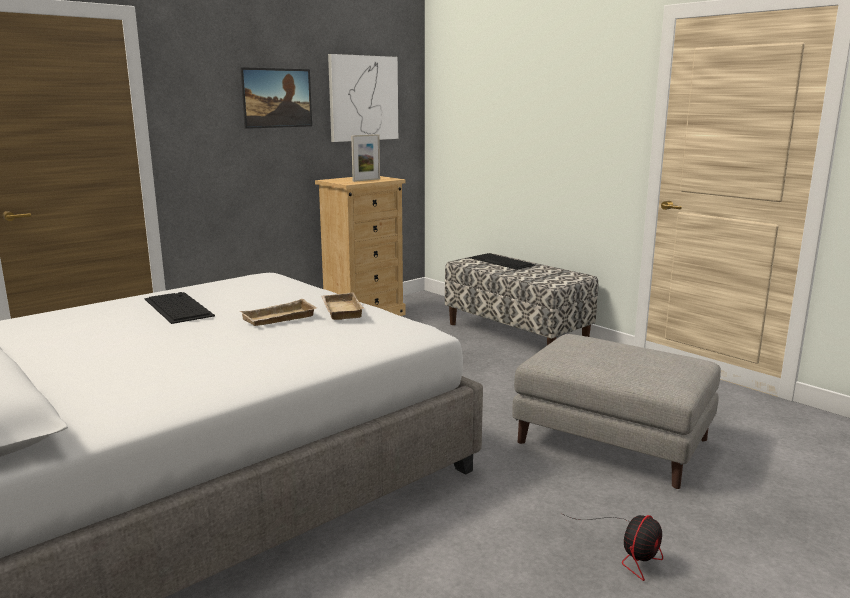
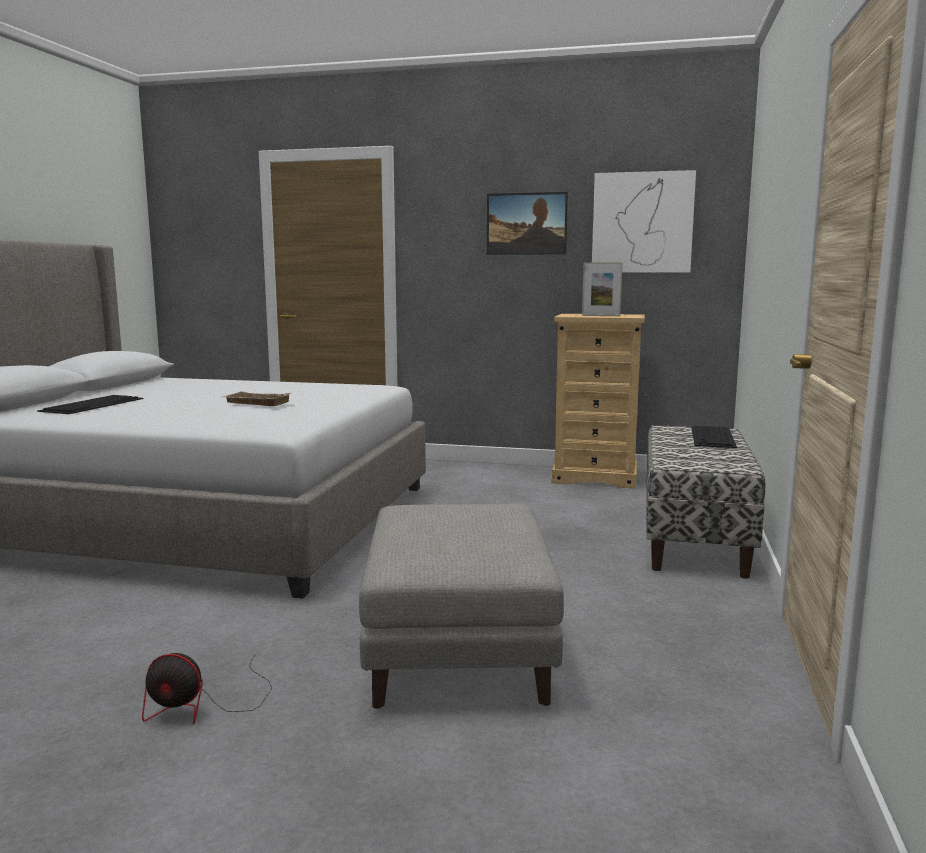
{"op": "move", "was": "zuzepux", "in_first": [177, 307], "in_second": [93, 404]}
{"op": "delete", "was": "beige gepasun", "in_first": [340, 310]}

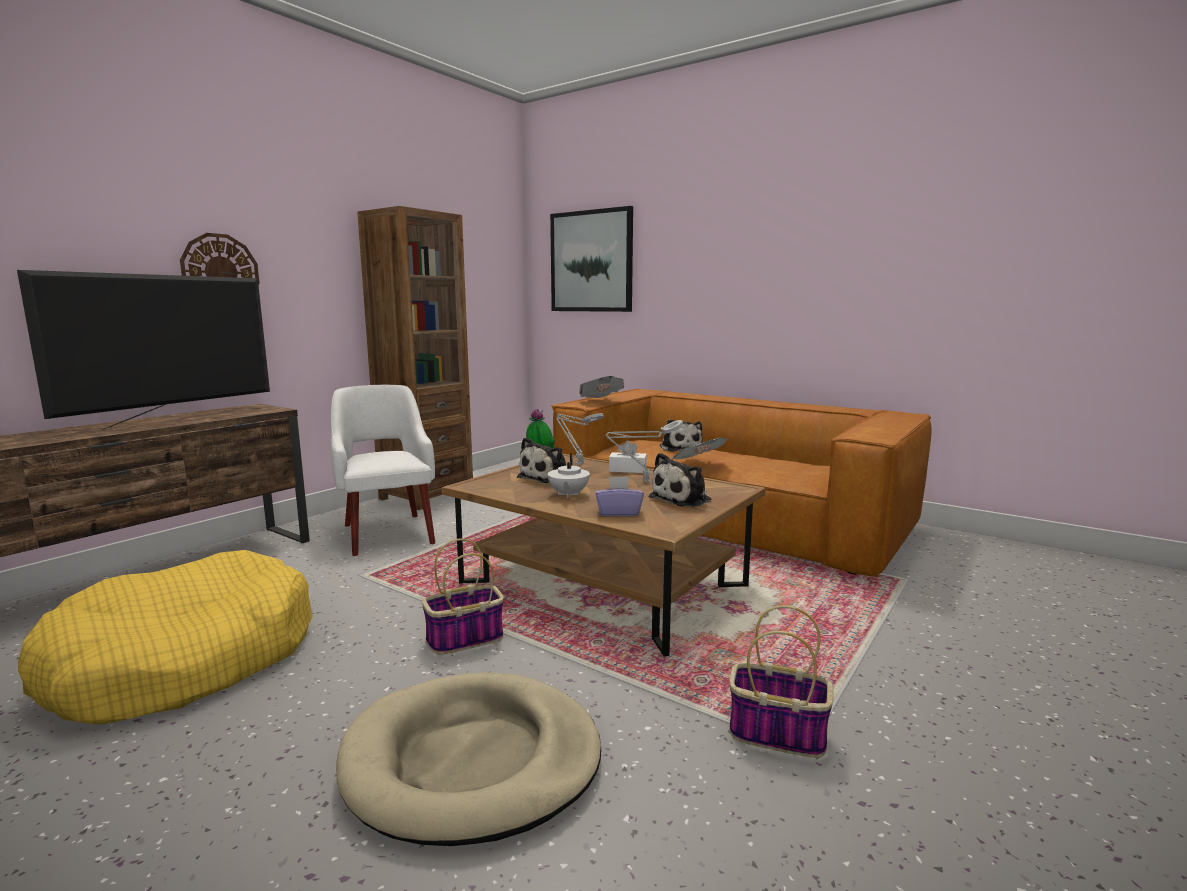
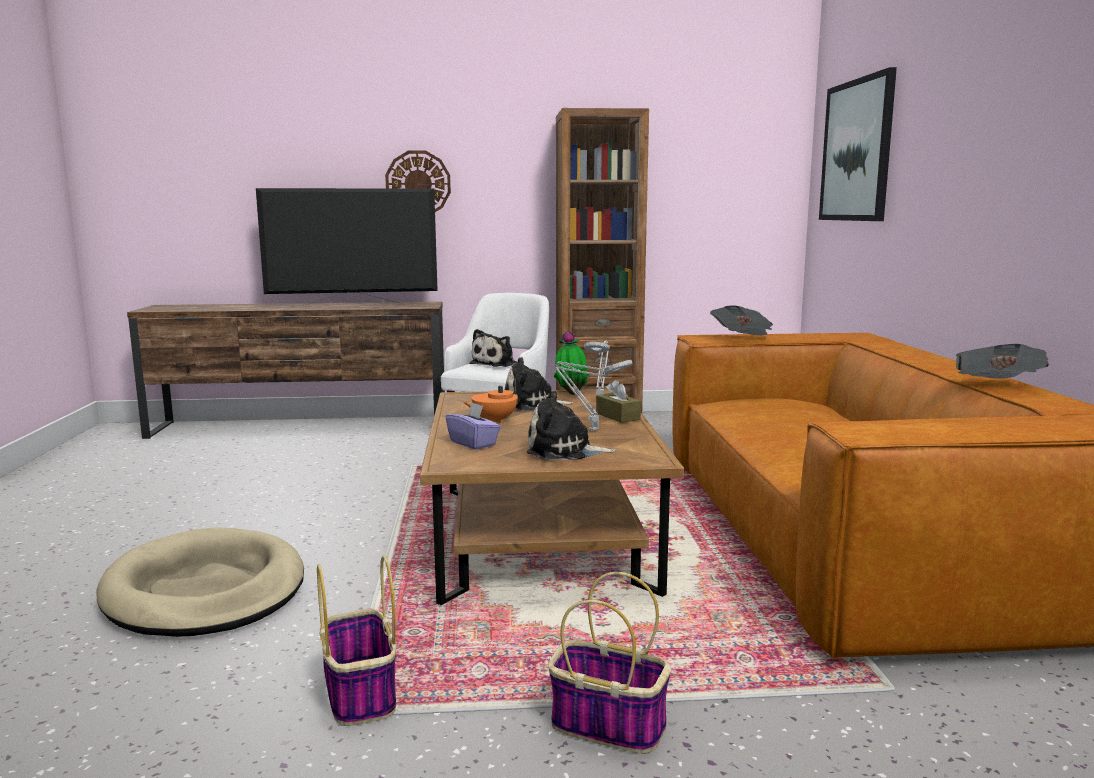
{"op": "move", "was": "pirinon", "in_first": [680, 448], "in_second": [496, 364]}
{"op": "move", "was": "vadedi", "in_first": [698, 464], "in_second": [997, 386]}
{"op": "recolor", "was": "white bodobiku", "now": "brown bodobiku", "in_first": [627, 470], "in_second": [617, 416]}
{"op": "recolor", "was": "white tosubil", "now": "orange tosubil", "in_first": [568, 495], "in_second": [494, 421]}
{"op": "move", "was": "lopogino", "in_first": [464, 639], "in_second": [605, 725]}
{"op": "delete", "was": "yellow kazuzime", "in_first": [184, 660]}

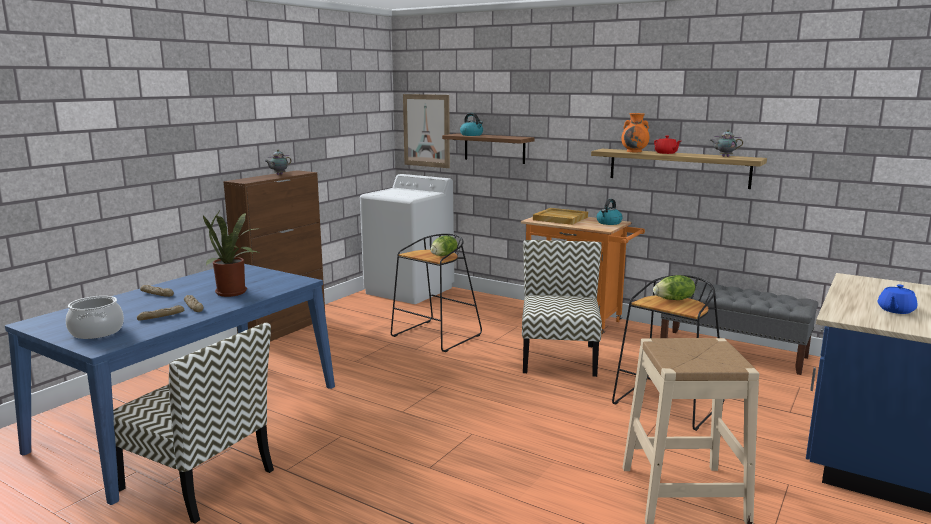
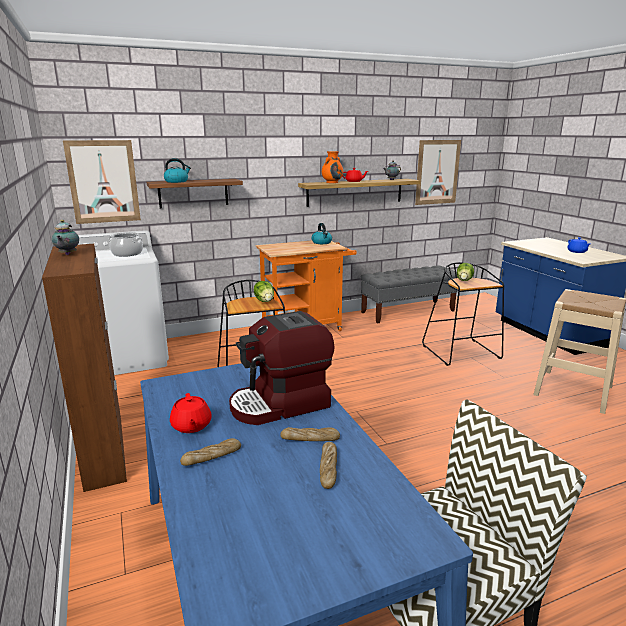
{"op": "delete", "was": "beige gepasun", "in_first": [560, 218]}
{"op": "replace", "was": "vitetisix", "now": "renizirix", "in_first": [234, 293], "in_second": [281, 404]}
{"op": "delete", "was": "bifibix", "in_first": [558, 358]}
{"op": "move", "was": "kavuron", "in_first": [97, 332], "in_second": [127, 253]}
{"op": "insert", "now": "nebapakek", "in_second": [437, 172]}
{"op": "insert", "now": "red tosubil", "in_second": [191, 426]}

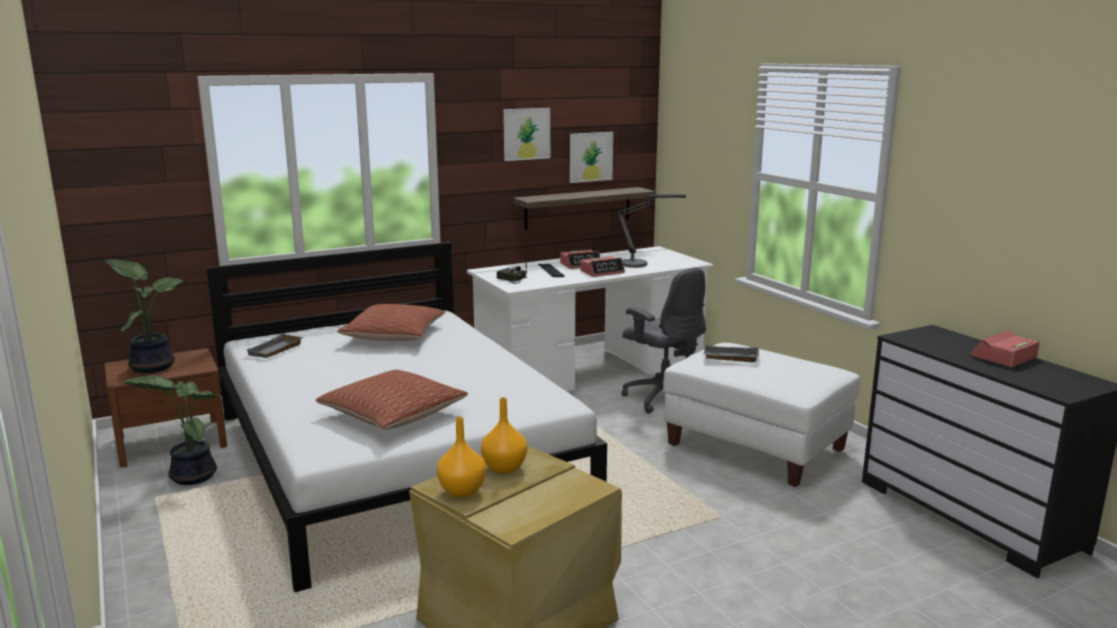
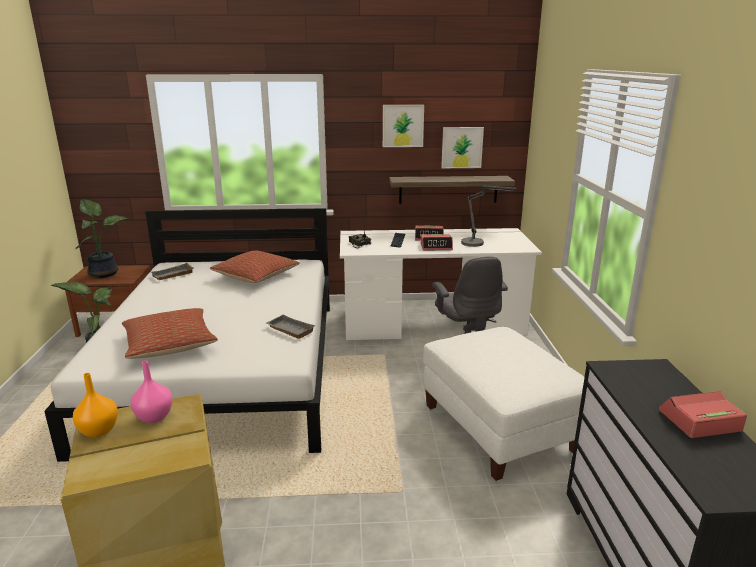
{"op": "move", "was": "grey gepasun", "in_first": [730, 358], "in_second": [289, 330]}
{"op": "recolor", "was": "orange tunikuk", "now": "pink tunikuk", "in_first": [505, 468], "in_second": [154, 417]}

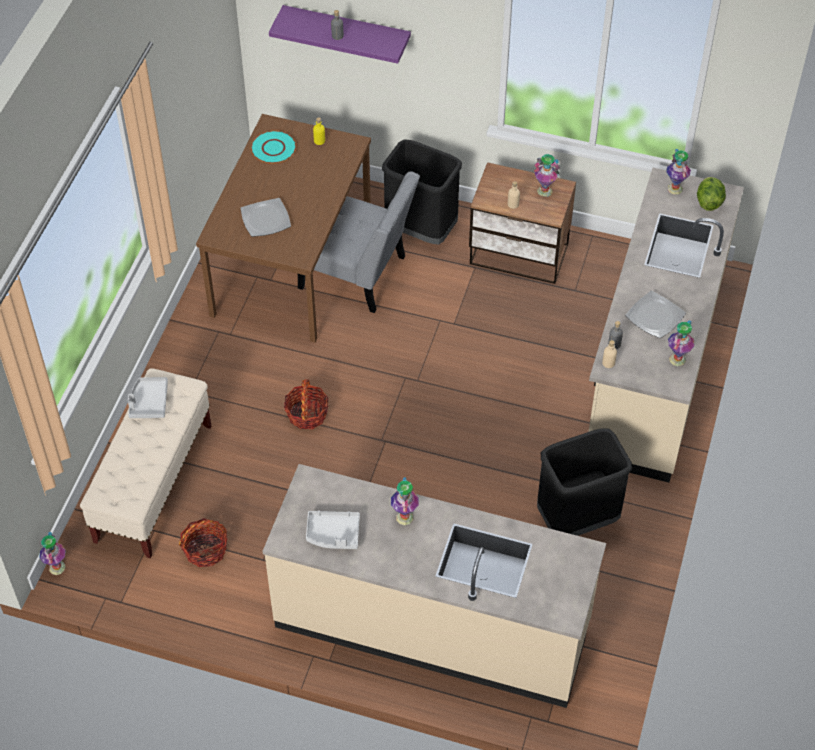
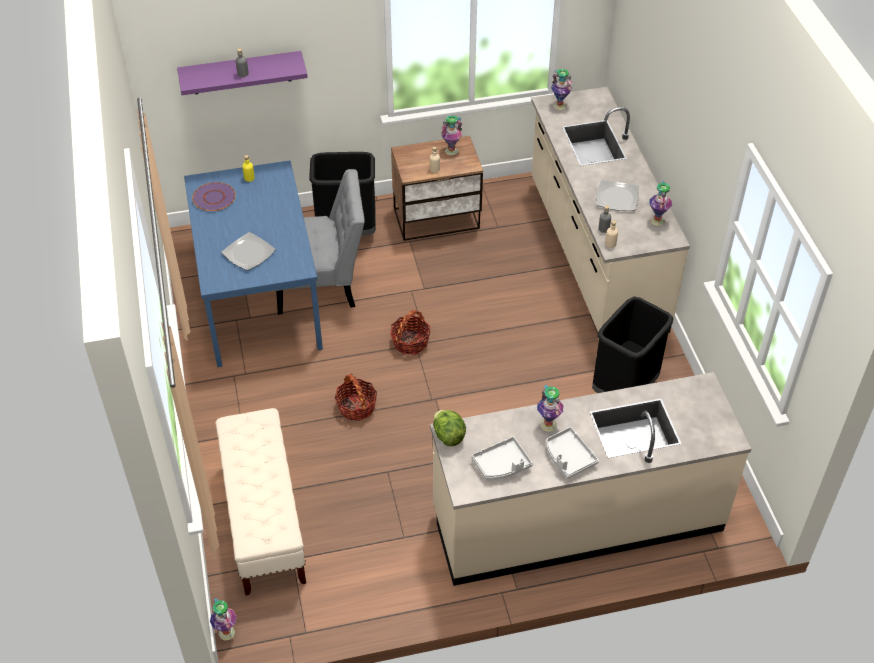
{"op": "recolor", "was": "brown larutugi", "now": "blue larutugi", "in_first": [292, 265], "in_second": [260, 299]}
{"op": "recolor", "was": "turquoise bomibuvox", "now": "purple bomibuvox", "in_first": [273, 148], "in_second": [214, 197]}
{"op": "move", "was": "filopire", "in_first": [708, 202], "in_second": [448, 435]}
{"op": "move", "was": "grey gepasun", "in_first": [149, 402], "in_second": [568, 457]}
{"op": "move", "was": "lopogino", "in_first": [205, 550], "in_second": [410, 342]}

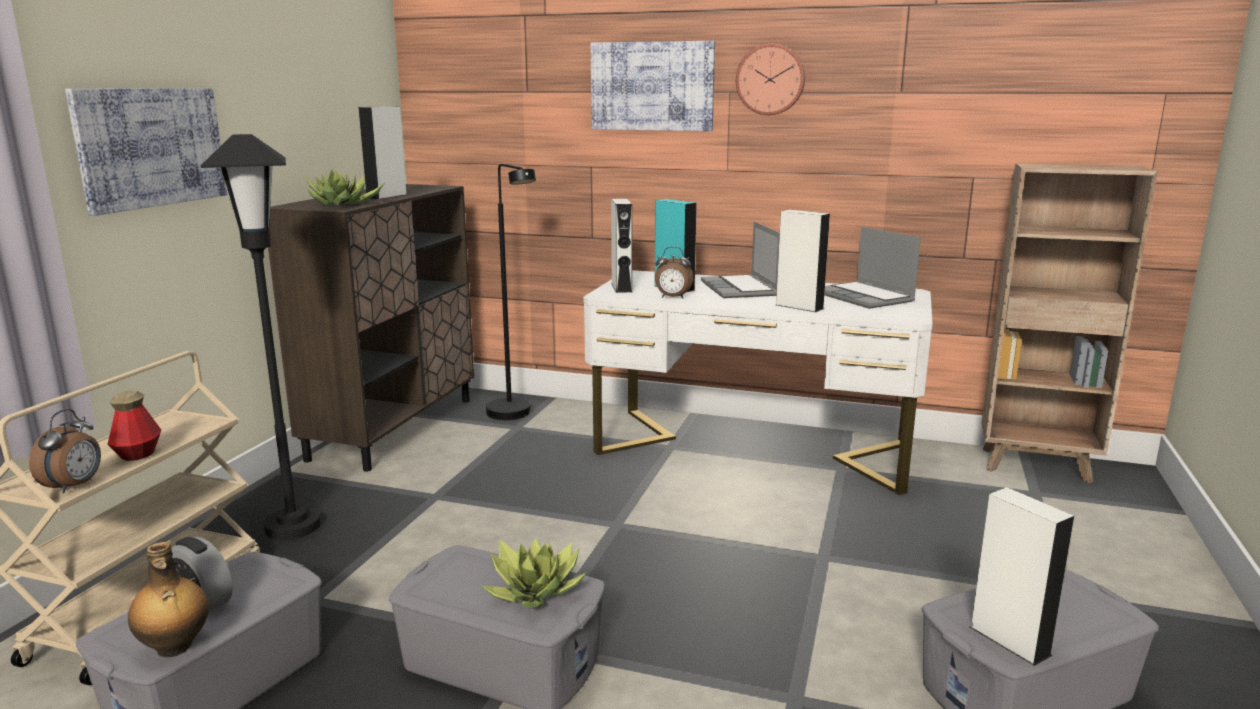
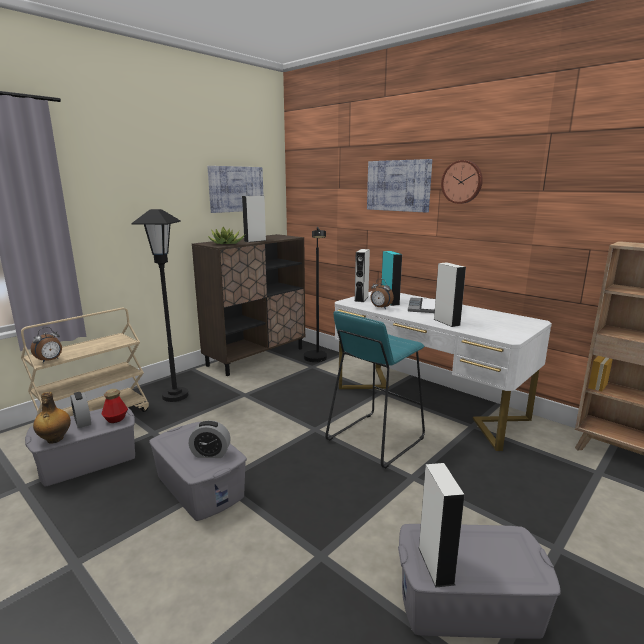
{"op": "move", "was": "nebapakek", "in_first": [151, 147], "in_second": [236, 189]}
{"op": "delete", "was": "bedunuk", "in_first": [865, 297]}
{"op": "move", "was": "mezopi", "in_first": [138, 454], "in_second": [116, 419]}
{"op": "replace", "was": "vitetisix", "now": "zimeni", "in_first": [535, 590], "in_second": [210, 454]}
{"op": "insert", "now": "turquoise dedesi", "in_second": [374, 439]}

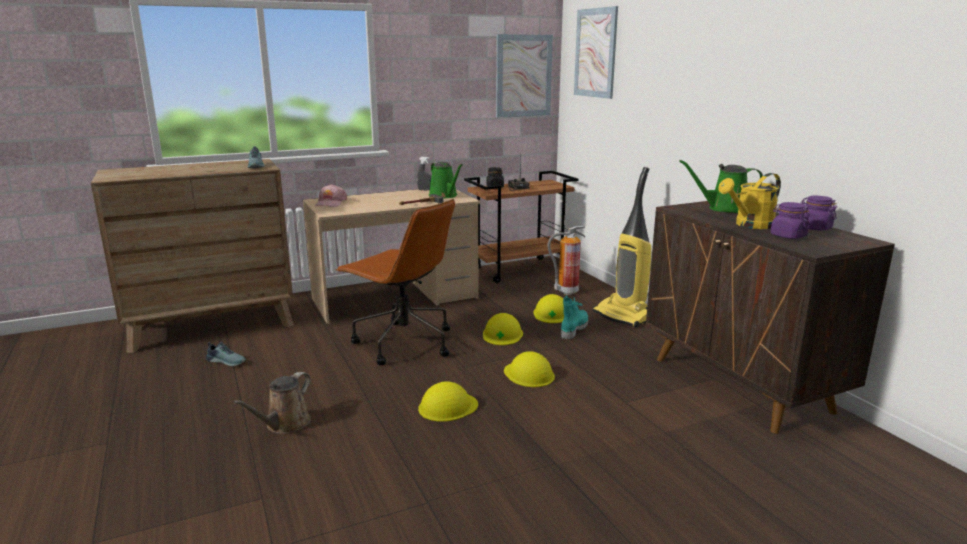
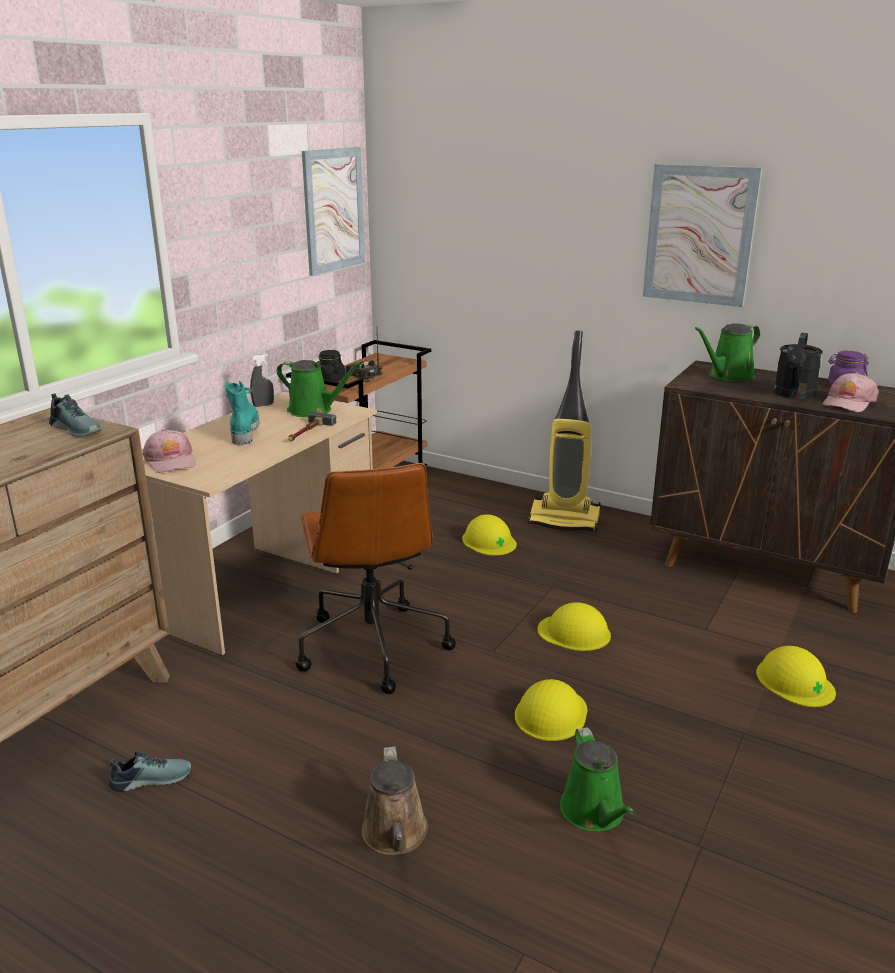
{"op": "move", "was": "nebapakek", "in_first": [595, 53], "in_second": [699, 235]}
{"op": "recolor", "was": "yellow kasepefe", "now": "black kasepefe", "in_first": [749, 225], "in_second": [794, 395]}
{"op": "rotate", "was": "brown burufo", "in_first": [403, 343], "in_second": [372, 645], "clockwise": 75}
{"op": "replace", "was": "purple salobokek", "now": "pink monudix", "in_first": [787, 236], "in_second": [848, 402]}
{"op": "delete", "was": "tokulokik", "in_first": [566, 292]}
{"op": "move", "was": "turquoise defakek", "in_first": [573, 329], "in_second": [243, 431]}
{"op": "move", "was": "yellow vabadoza", "in_first": [502, 334], "in_second": [794, 681]}
{"op": "insert", "now": "green kasepefe", "in_second": [594, 813]}

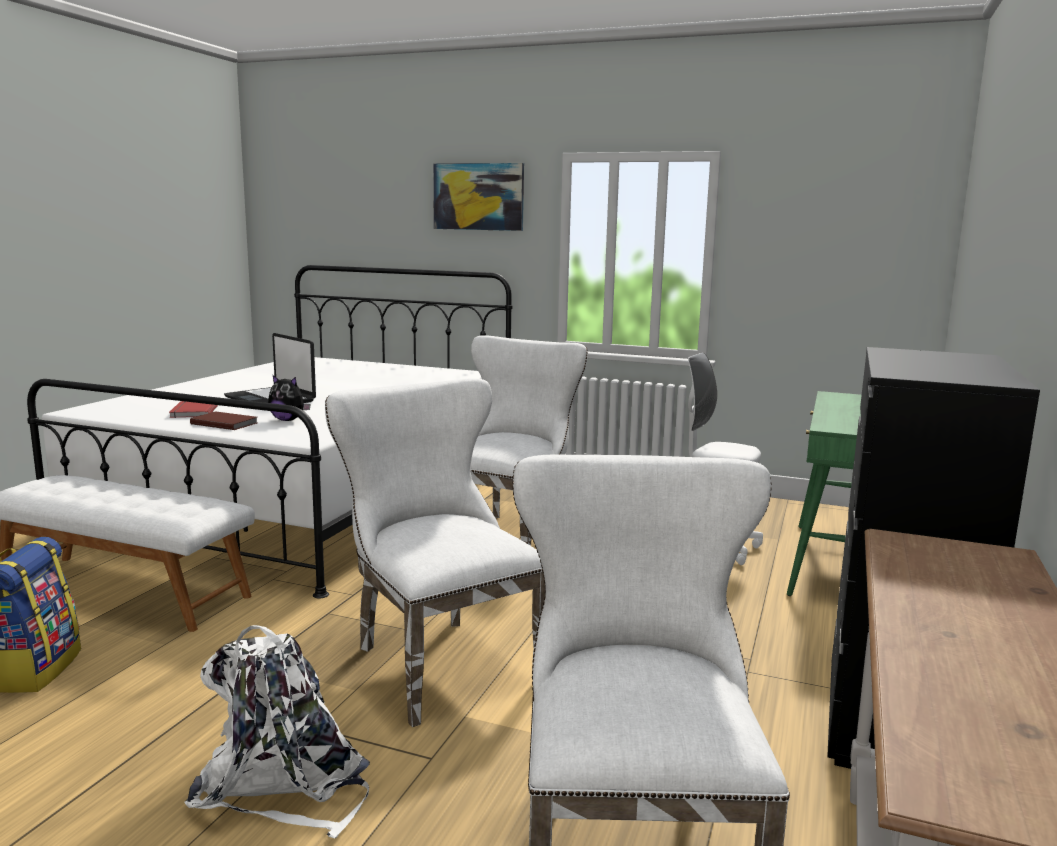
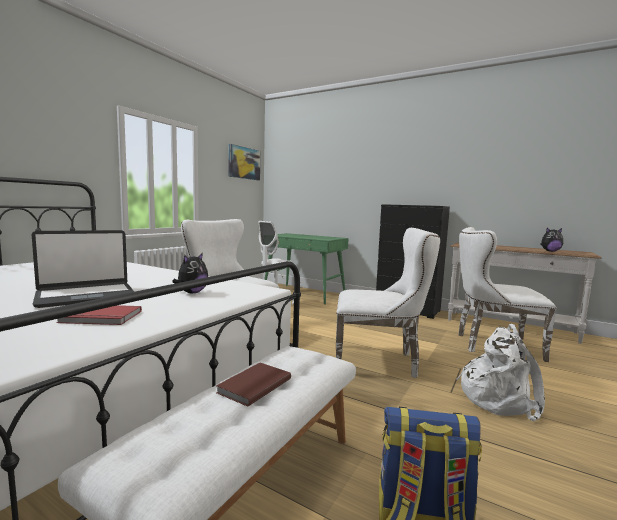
{"op": "move", "was": "nebapakek", "in_first": [478, 197], "in_second": [244, 163]}
{"op": "rotate", "was": "white bifibix", "in_first": [437, 660], "in_second": [380, 362], "clockwise": -150}
{"op": "move", "was": "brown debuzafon", "in_first": [224, 423], "in_second": [253, 385]}
{"op": "insert", "now": "pirinon", "in_second": [550, 251]}

